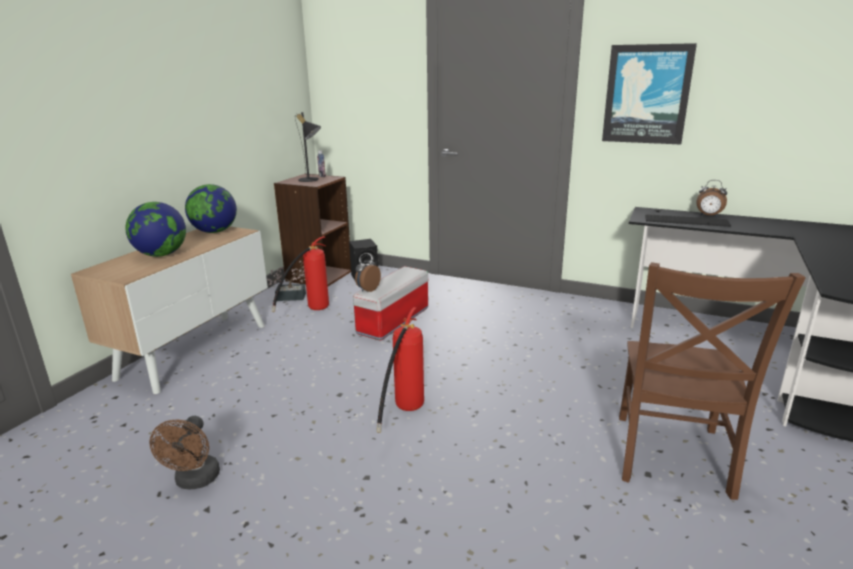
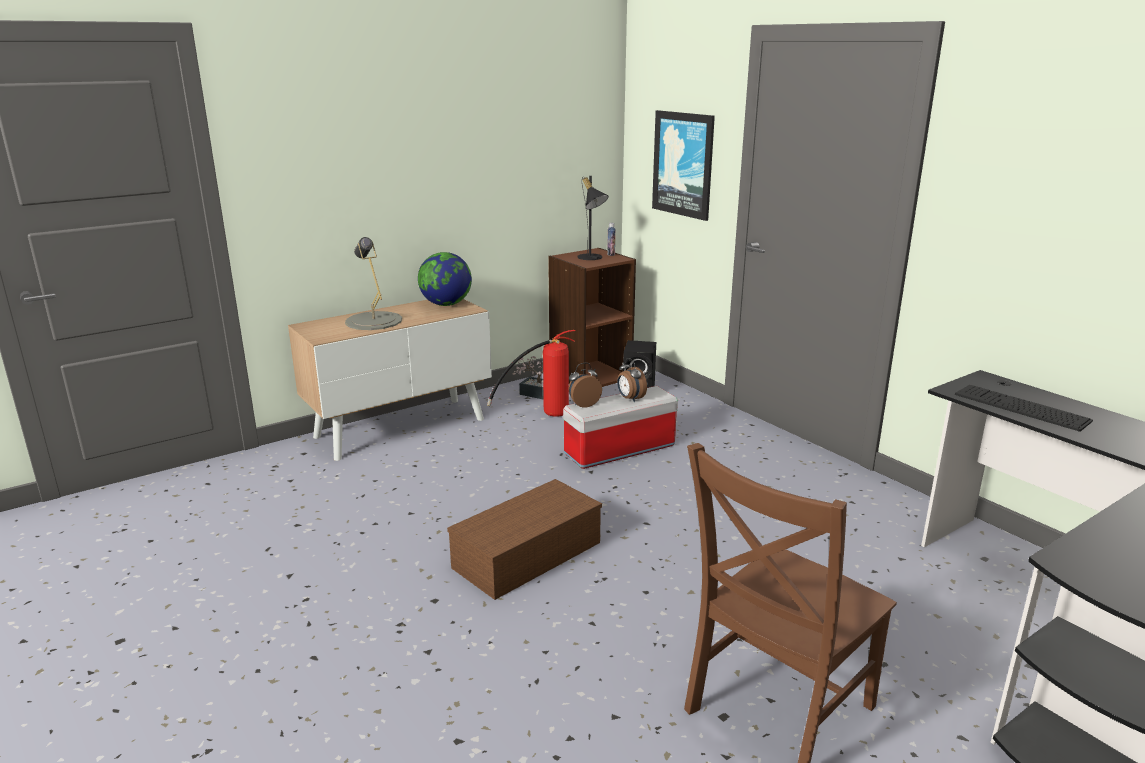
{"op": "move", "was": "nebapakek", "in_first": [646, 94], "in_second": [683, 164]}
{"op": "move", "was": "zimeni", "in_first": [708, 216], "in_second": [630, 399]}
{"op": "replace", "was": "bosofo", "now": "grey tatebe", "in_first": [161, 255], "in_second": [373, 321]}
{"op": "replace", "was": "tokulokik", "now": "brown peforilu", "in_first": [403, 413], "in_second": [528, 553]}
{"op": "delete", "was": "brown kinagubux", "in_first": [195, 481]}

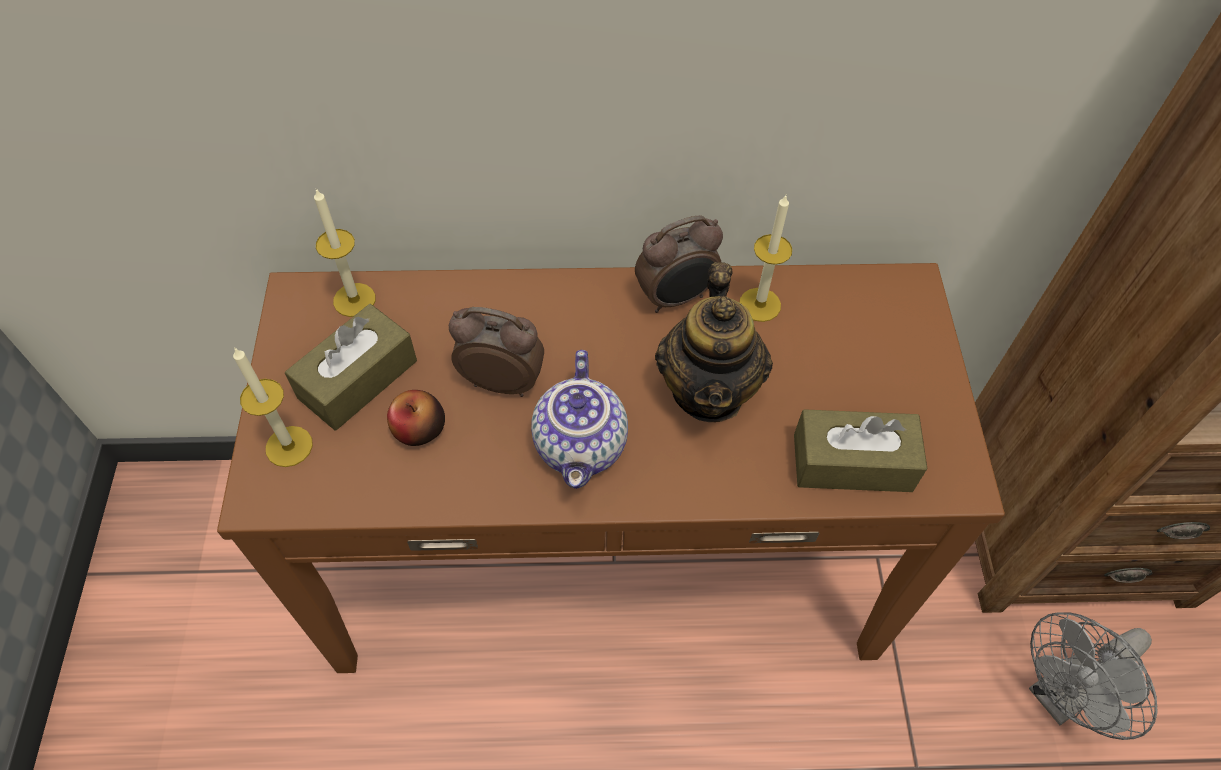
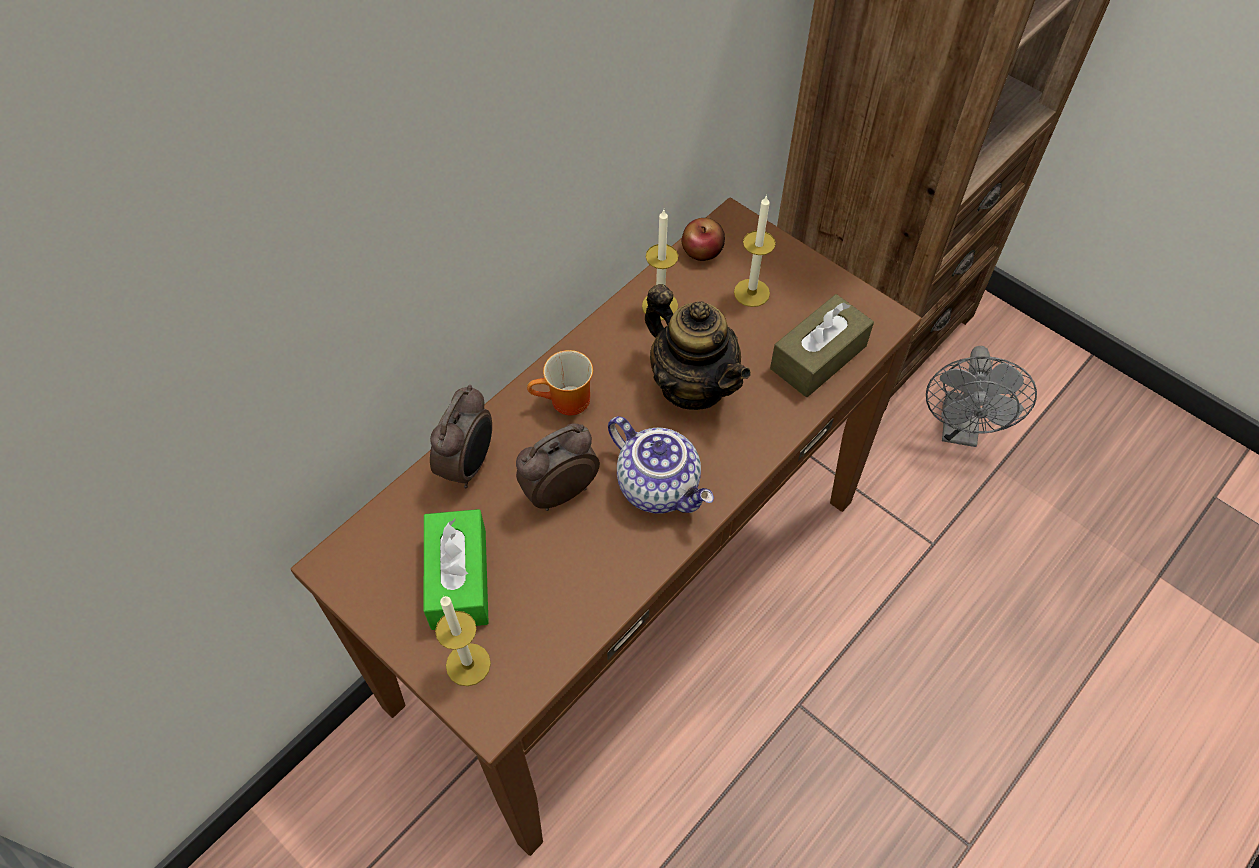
{"op": "move", "was": "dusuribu", "in_first": [354, 300], "in_second": [751, 293]}
{"op": "move", "was": "zimeni", "in_first": [676, 298], "in_second": [469, 465]}
{"op": "recolor", "was": "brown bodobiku", "now": "green bodobiku", "in_first": [358, 379], "in_second": [459, 578]}
{"op": "move", "was": "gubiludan", "in_first": [419, 429], "in_second": [702, 251]}
{"op": "insert", "now": "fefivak", "in_second": [566, 403]}

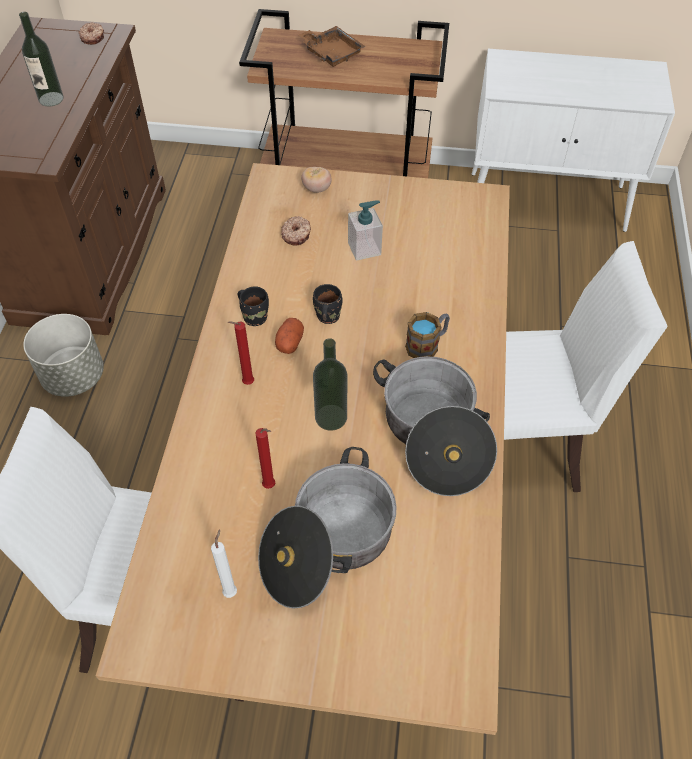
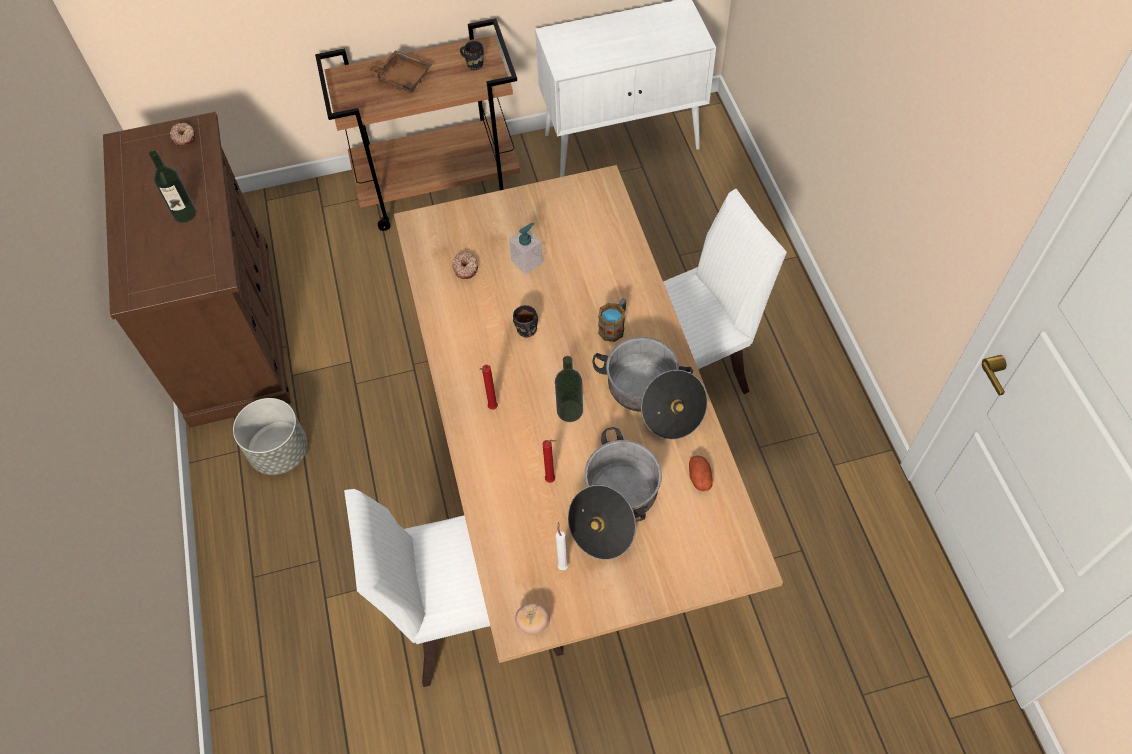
{"op": "move", "was": "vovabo", "in_first": [316, 189], "in_second": [533, 623]}
{"op": "move", "was": "black fefivak", "in_first": [255, 316], "in_second": [474, 64]}
{"op": "move", "was": "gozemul", "in_first": [289, 342], "in_second": [699, 477]}

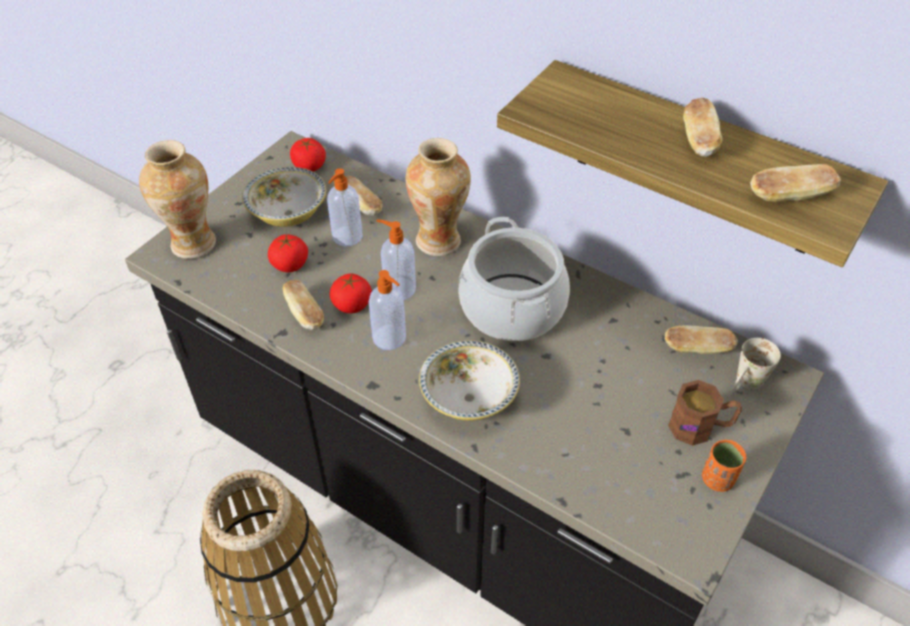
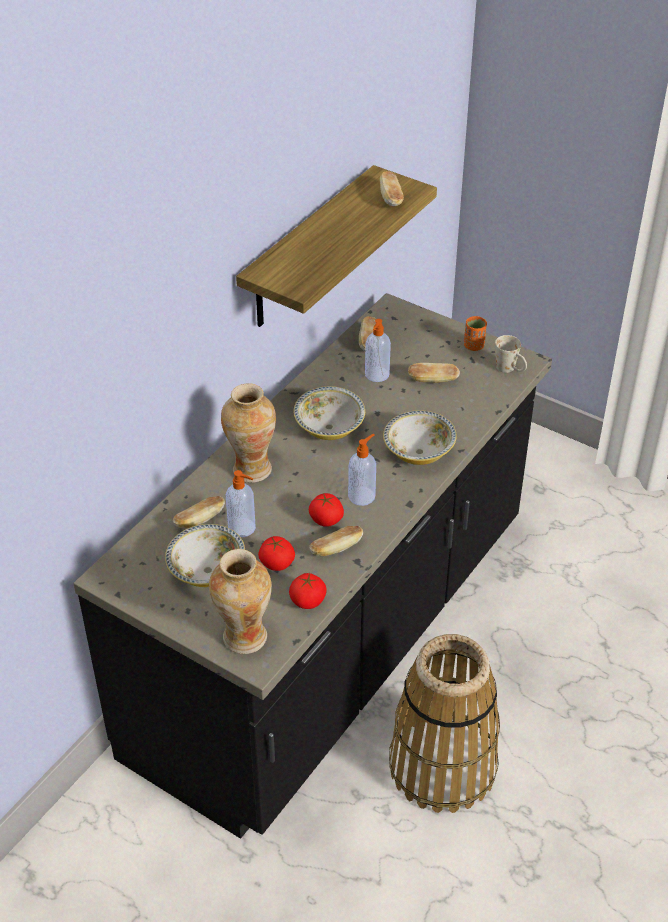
{"op": "move", "was": "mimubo", "in_first": [698, 141], "in_second": [433, 380]}
{"op": "move", "was": "vovabo", "in_first": [309, 166], "in_second": [307, 601]}
{"op": "replace", "was": "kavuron", "now": "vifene", "in_first": [512, 307], "in_second": [329, 428]}
{"op": "move", "was": "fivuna", "in_first": [398, 288], "in_second": [376, 375]}
{"op": "move", "was": "white fefivak", "in_first": [745, 385], "in_second": [510, 369]}
{"op": "delete", "was": "brown fefivak", "in_first": [700, 427]}

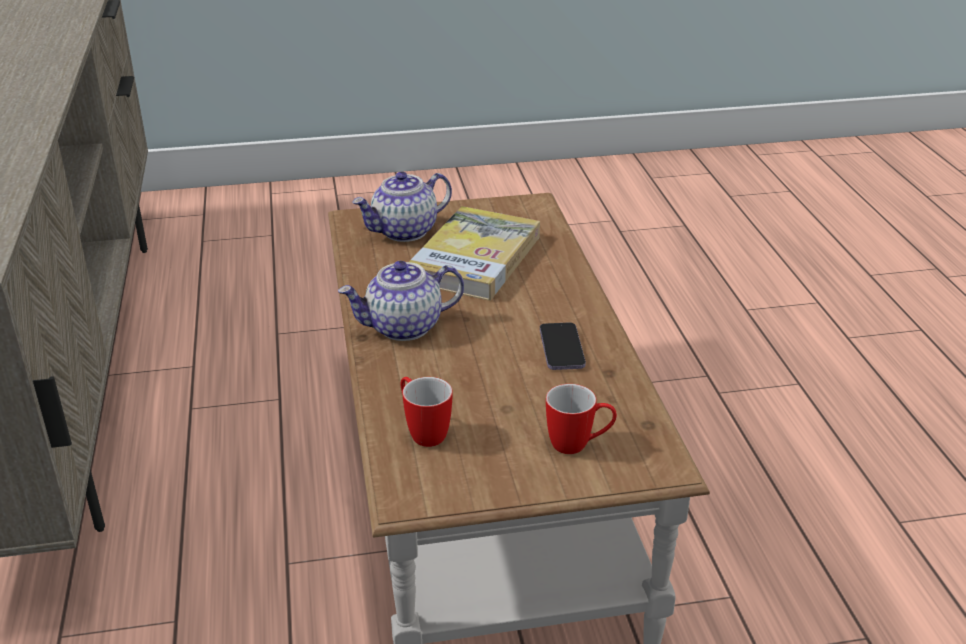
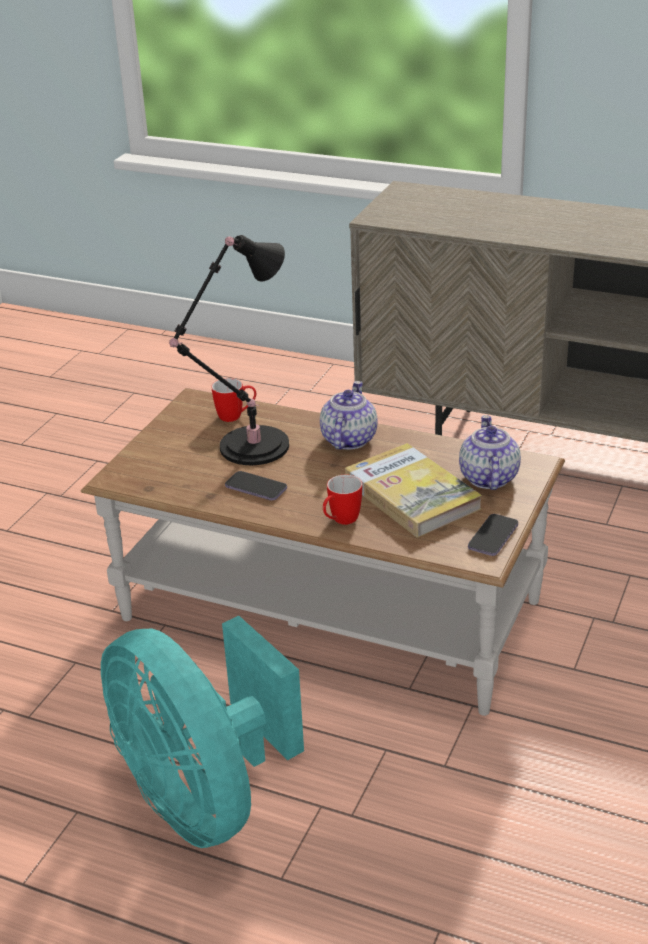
{"op": "move", "was": "fefivak", "in_first": [578, 445], "in_second": [340, 521]}
{"op": "insert", "now": "black tatebe", "in_second": [248, 448]}
{"op": "insert", "now": "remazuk", "in_second": [493, 537]}
{"op": "insert", "now": "turquoise kinagubux", "in_second": [204, 797]}

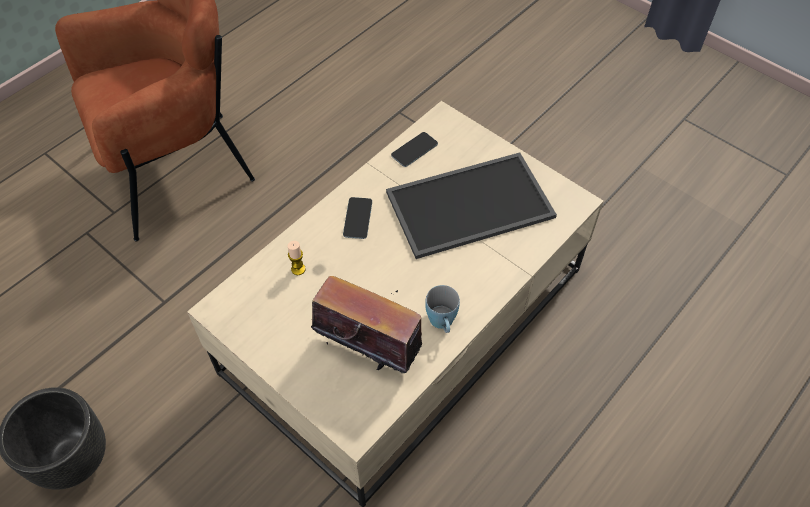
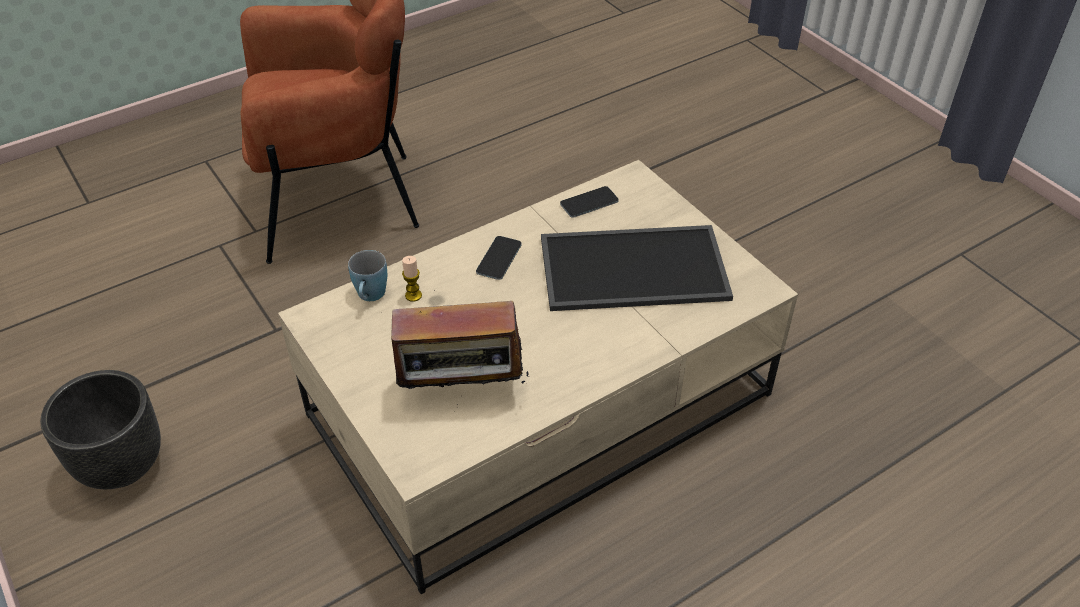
{"op": "rotate", "was": "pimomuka", "in_first": [368, 350], "in_second": [462, 391], "clockwise": 135}
{"op": "move", "was": "blue fefivak", "in_first": [442, 323], "in_second": [370, 297]}

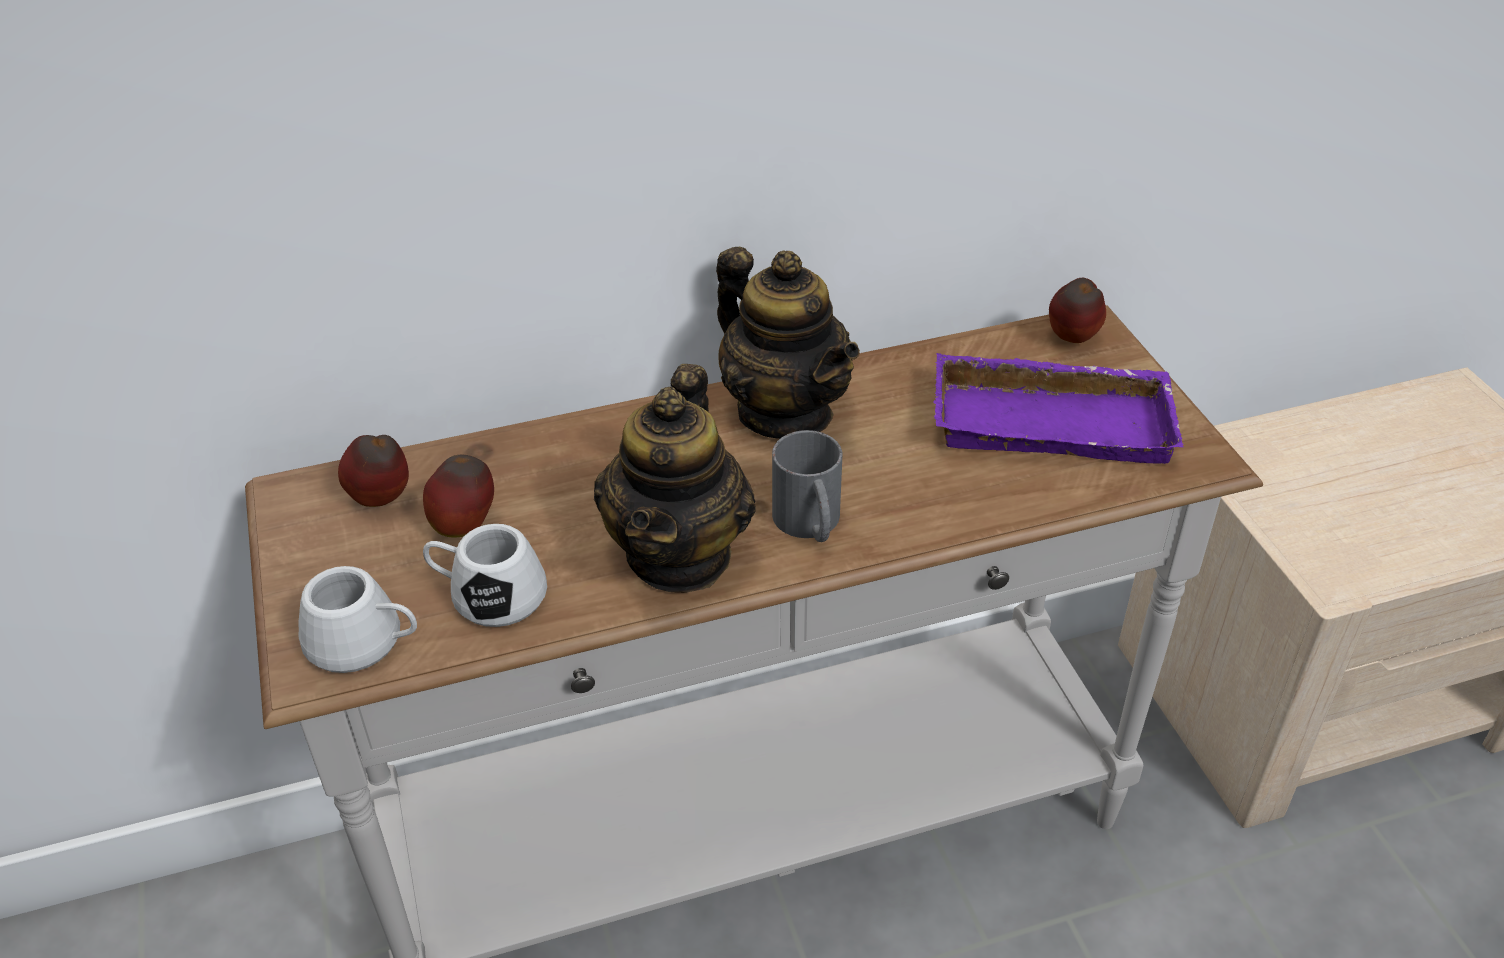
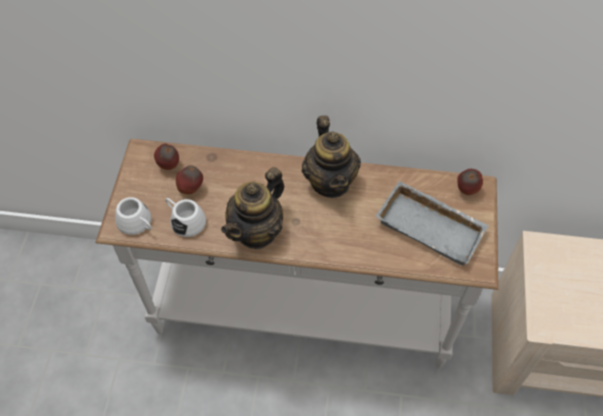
{"op": "recolor", "was": "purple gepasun", "now": "grey gepasun", "in_first": [1054, 419], "in_second": [432, 226]}
{"op": "delete", "was": "grey fefivak", "in_first": [810, 524]}

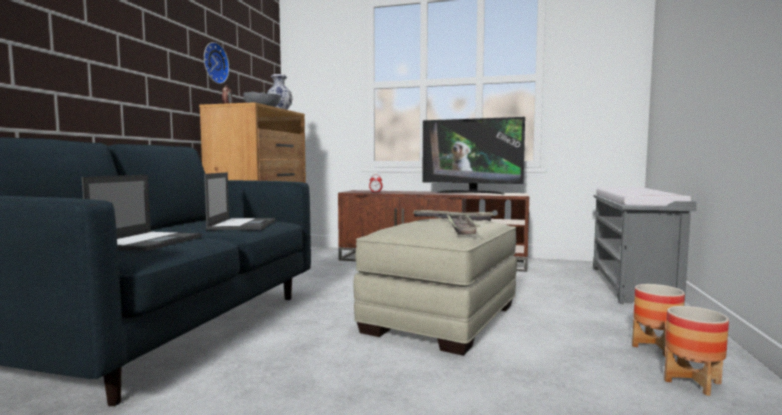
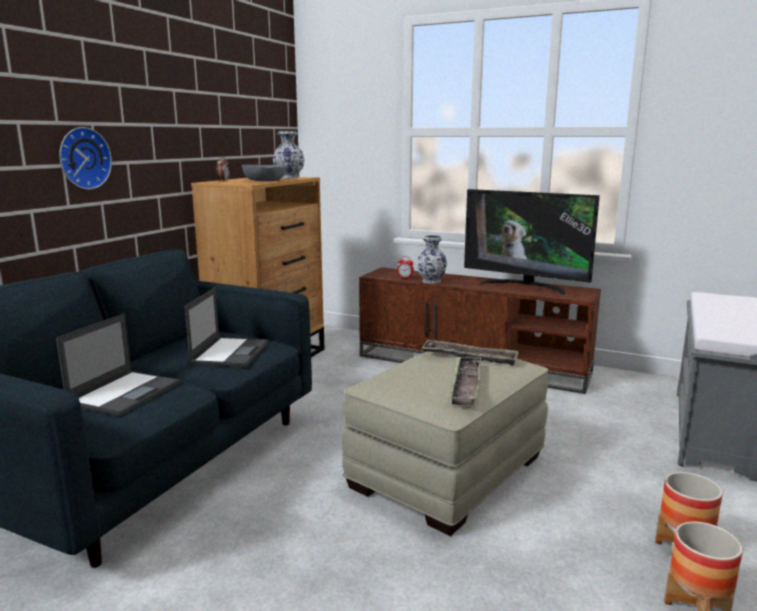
{"op": "move", "was": "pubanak", "in_first": [214, 63], "in_second": [83, 158]}
{"op": "insert", "now": "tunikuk", "in_second": [431, 281]}

